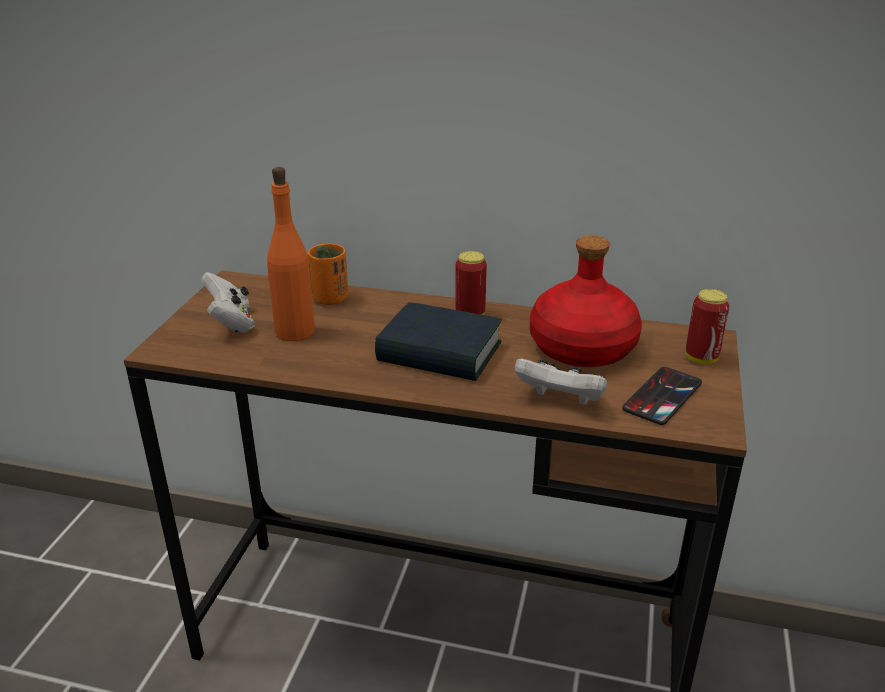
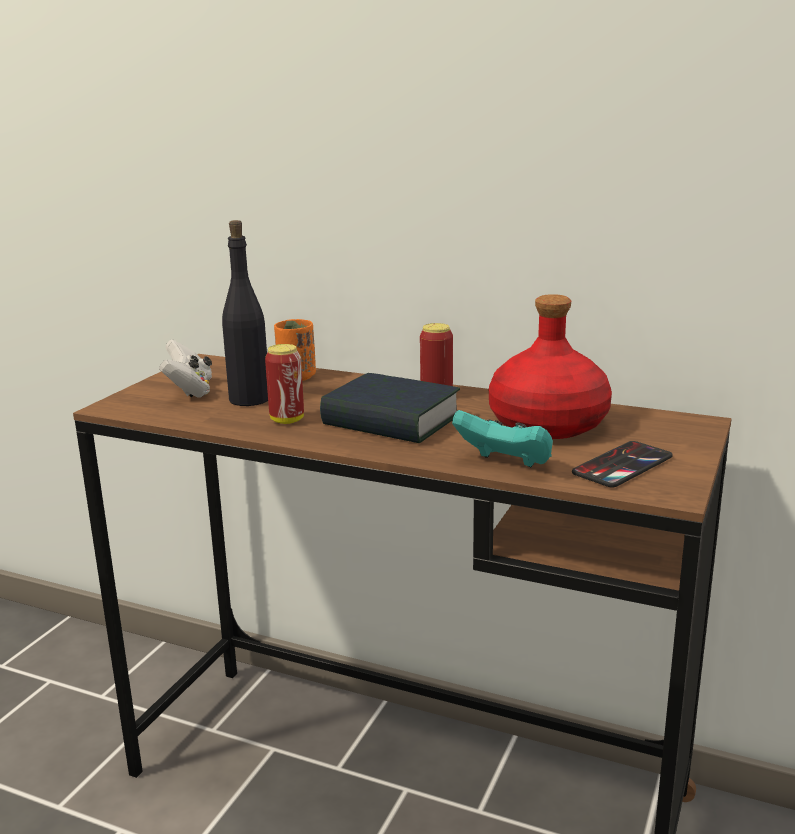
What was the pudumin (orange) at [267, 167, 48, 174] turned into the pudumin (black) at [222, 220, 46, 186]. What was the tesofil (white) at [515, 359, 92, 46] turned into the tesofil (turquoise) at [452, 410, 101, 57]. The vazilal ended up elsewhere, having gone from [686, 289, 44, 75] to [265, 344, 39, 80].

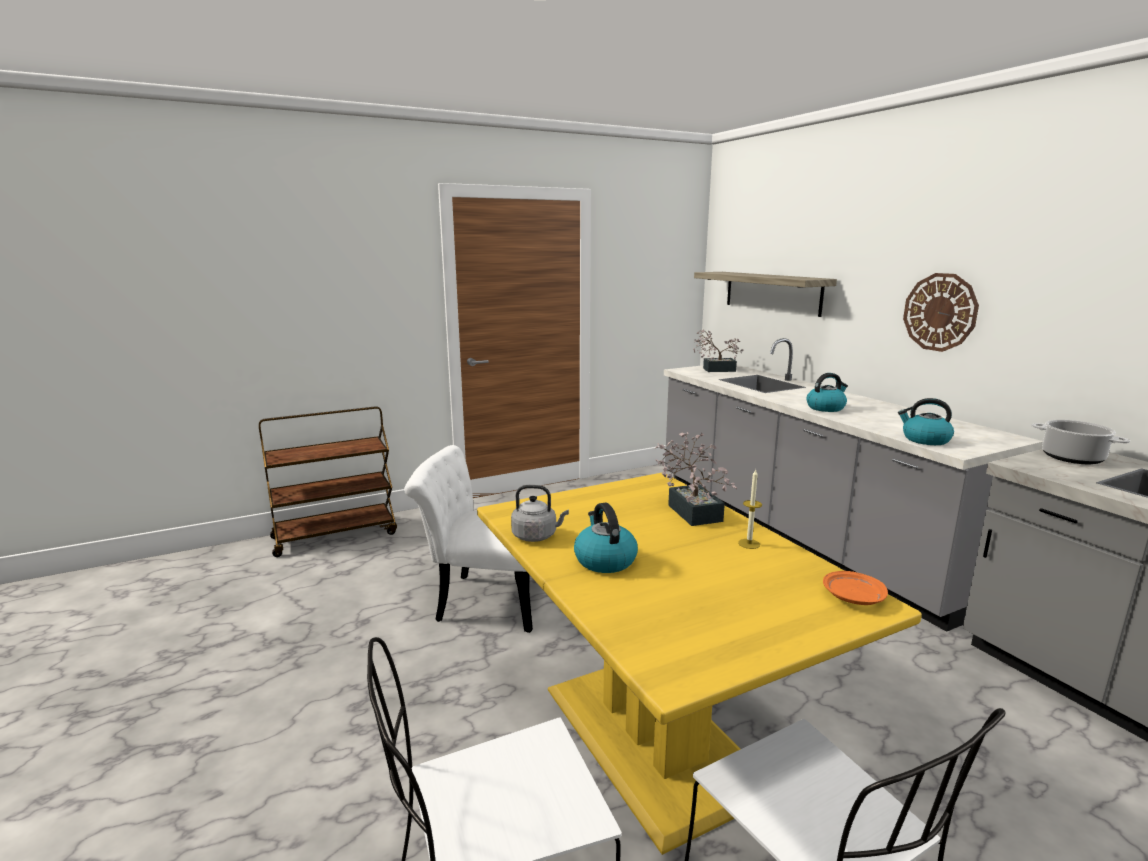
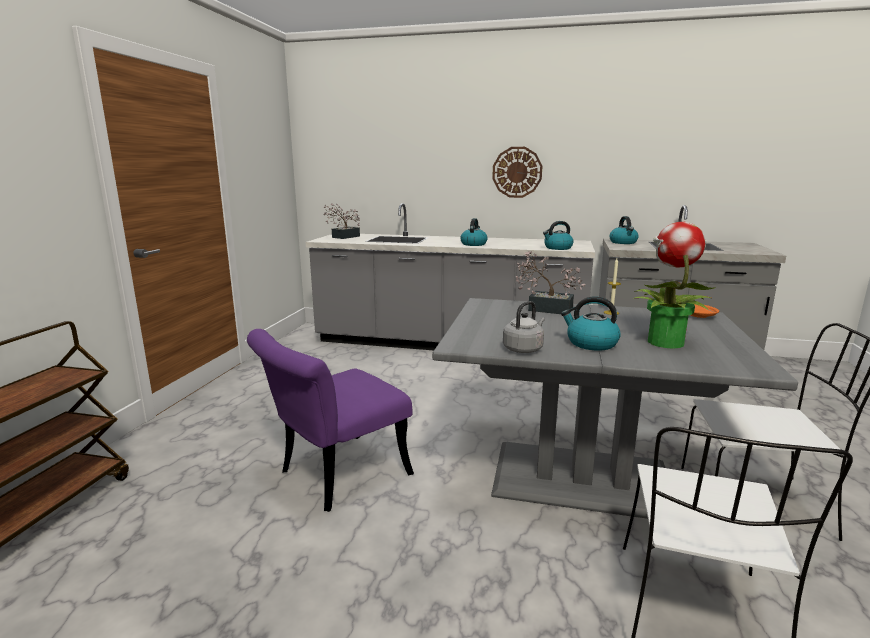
What was the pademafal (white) at [404, 445, 129, 188] turned into the pademafal (purple) at [247, 329, 167, 183]. What was the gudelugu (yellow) at [477, 473, 445, 382] turned into the gudelugu (grey) at [432, 298, 366, 221]. The second view lost the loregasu at [694, 272, 143, 45]. Where the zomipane stood at [1031, 420, 99, 44], the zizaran came to stand at [610, 216, 29, 28]. The second view gained the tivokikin at [634, 222, 82, 127].

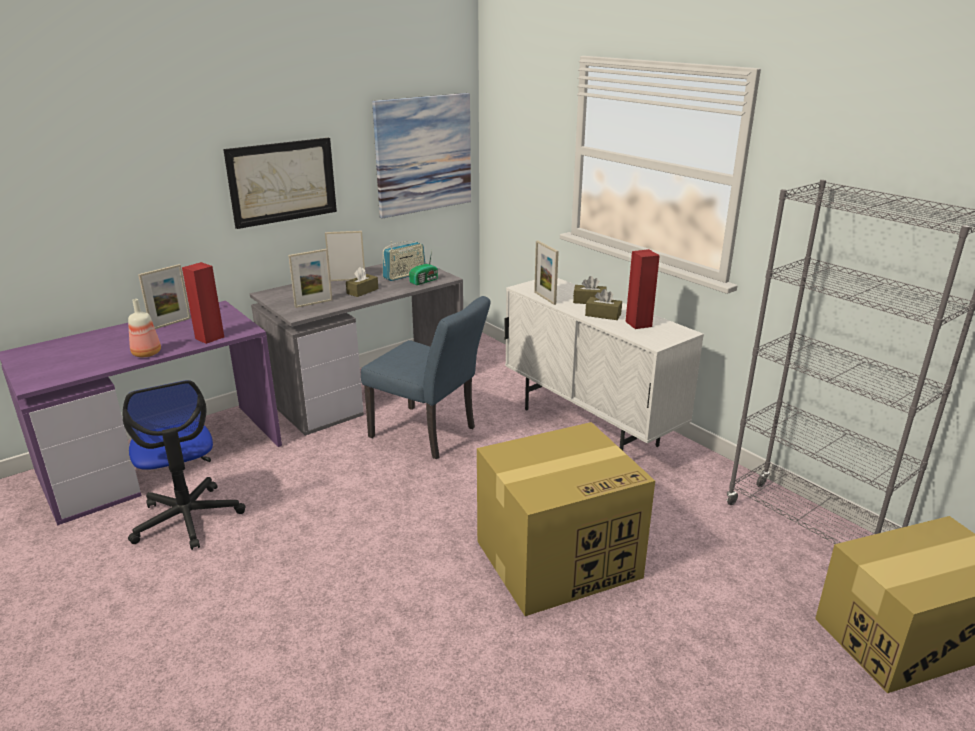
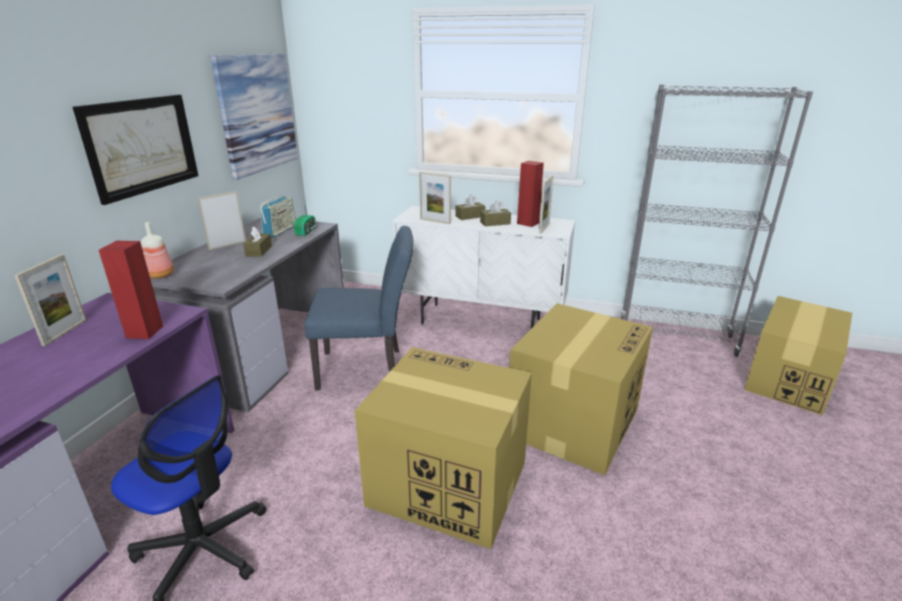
The pudumin ended up elsewhere, having gone from [128, 299, 33, 58] to [141, 222, 33, 57]. The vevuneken ended up elsewhere, having gone from [288, 249, 44, 59] to [539, 175, 15, 59]. The second view gained the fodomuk at [355, 347, 177, 202].

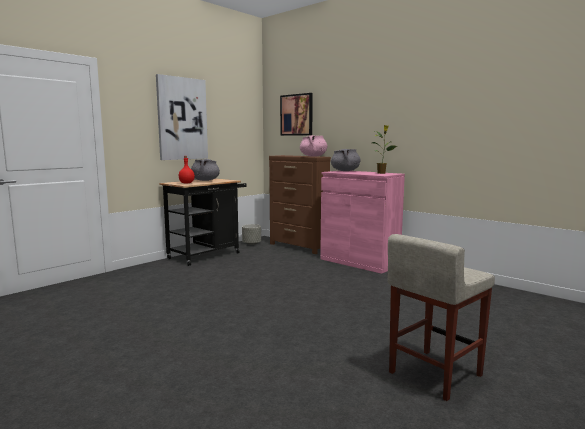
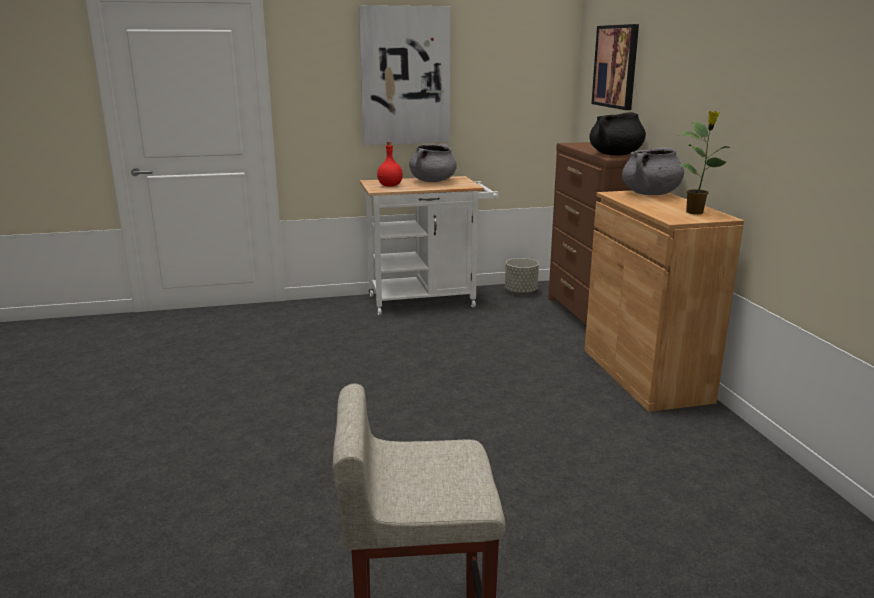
What was the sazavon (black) at [159, 178, 88, 88] turned into the sazavon (white) at [360, 176, 139, 139]. What was the zomipane (pink) at [300, 135, 27, 22] turned into the zomipane (black) at [589, 112, 57, 43]. What was the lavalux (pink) at [320, 171, 85, 103] turned into the lavalux (brown) at [584, 190, 160, 222].

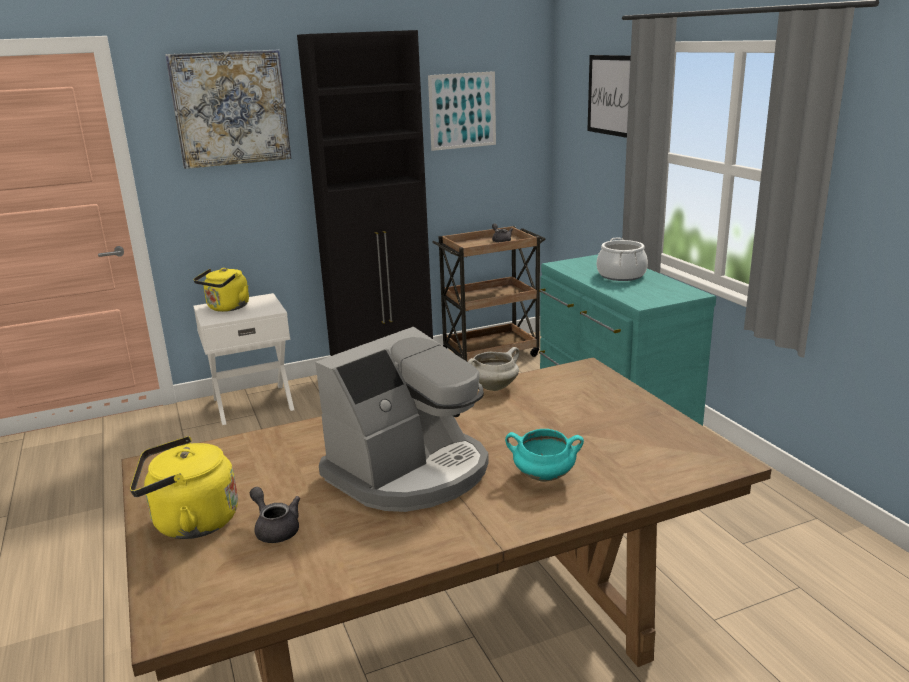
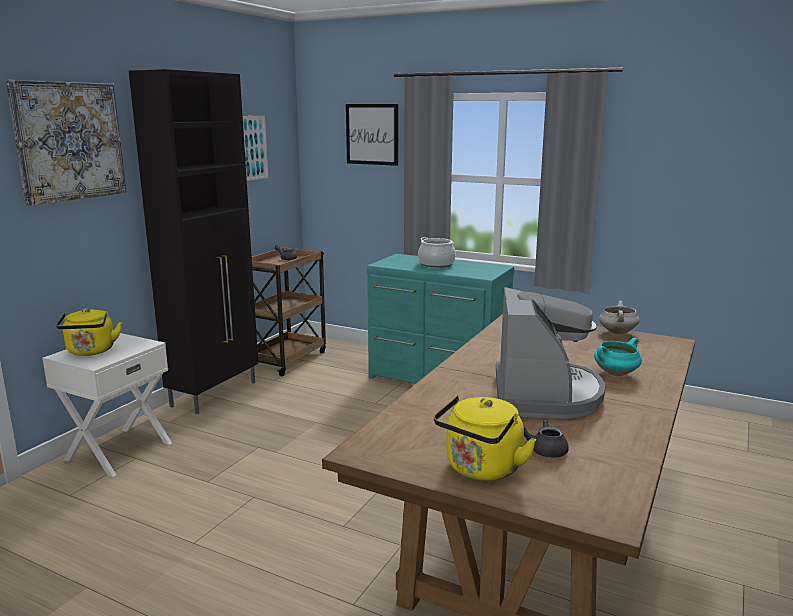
The zomipane (white) ended up elsewhere, having gone from [468, 347, 51, 44] to [599, 301, 41, 33].

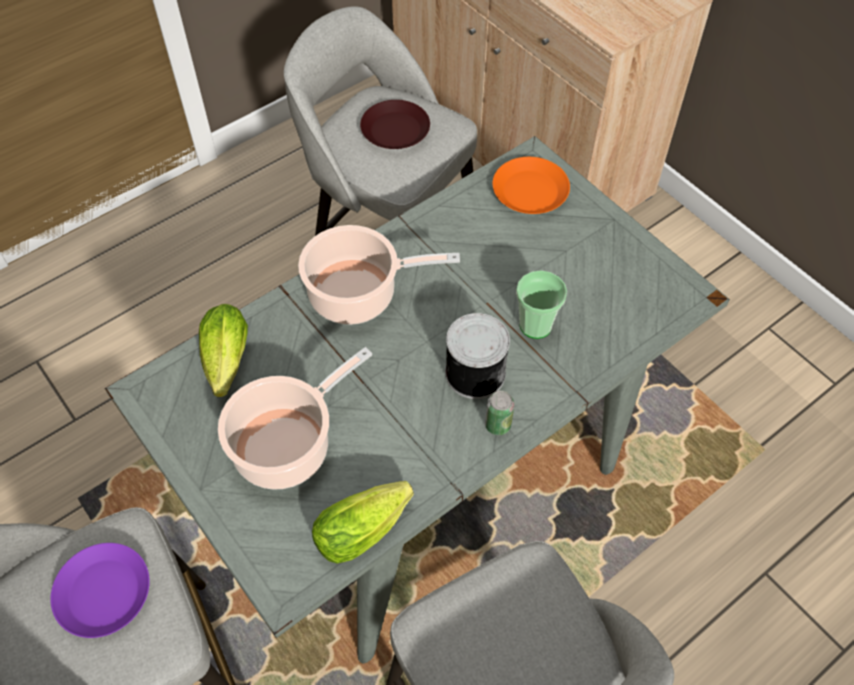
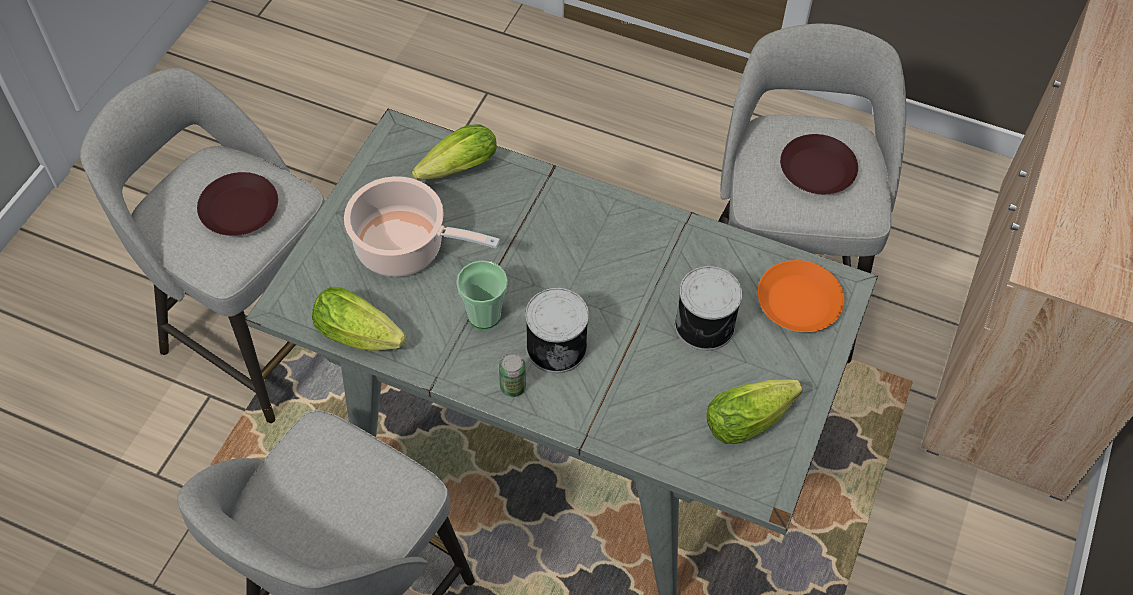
What was the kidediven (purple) at [50, 543, 100, 95] turned into the kidediven (brown) at [197, 172, 81, 64]. The second view lost the zomipane at [298, 225, 162, 100]. The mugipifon ended up elsewhere, having gone from [516, 270, 51, 69] to [456, 261, 52, 68]. The second view gained the vazilal at [675, 266, 67, 85]. The second view gained the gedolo at [706, 379, 96, 65].

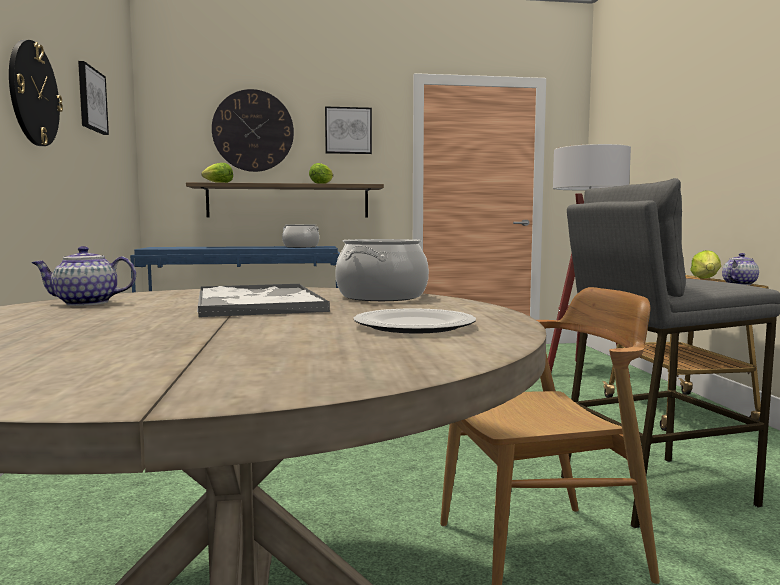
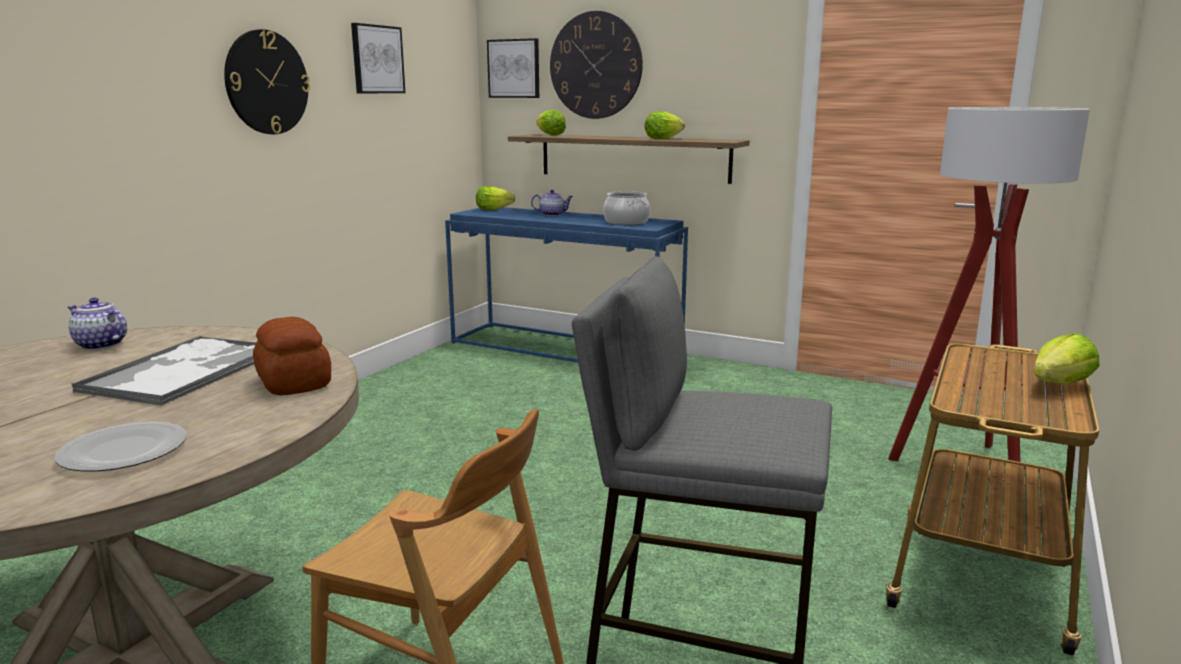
The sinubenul ended up elsewhere, having gone from [325, 106, 47, 48] to [487, 38, 52, 60]. Where the zomipane stood at [335, 239, 94, 62], the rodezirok came to stand at [253, 317, 78, 78]. The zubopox ended up elsewhere, having gone from [722, 253, 37, 32] to [531, 190, 42, 26]. The second view gained the gedolo at [476, 186, 39, 24].

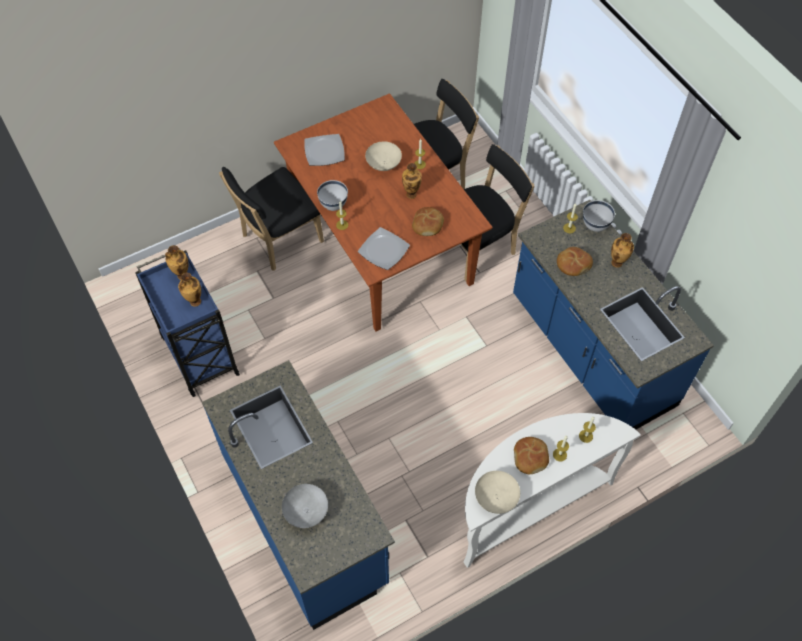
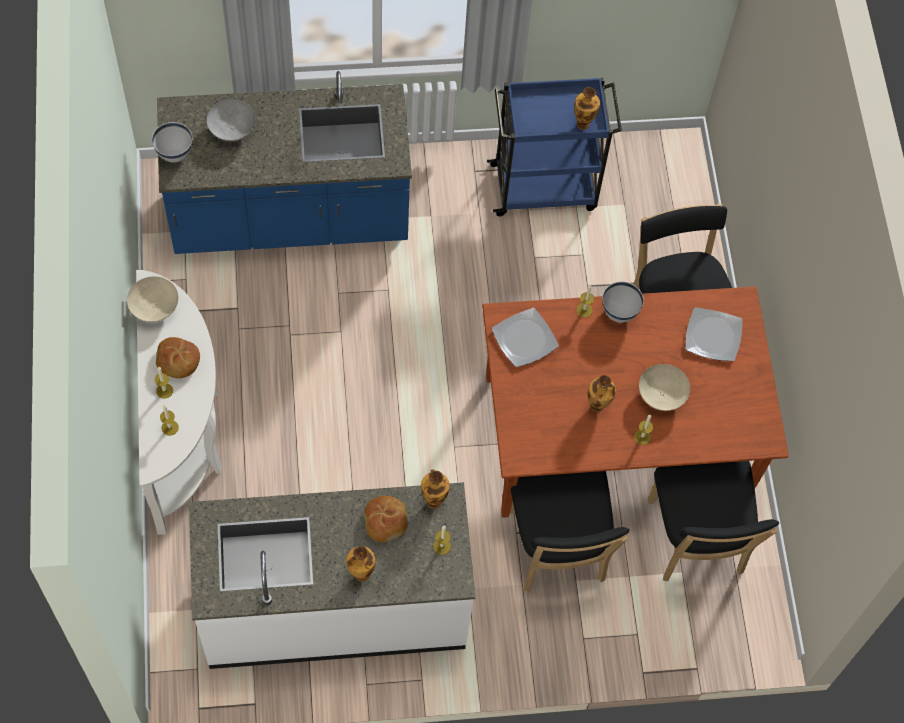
The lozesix ended up elsewhere, having gone from [178, 273, 23, 34] to [421, 469, 29, 40]. The second view lost the rodezirok at [412, 207, 32, 29]. What was the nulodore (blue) at [513, 200, 201, 230] turned into the nulodore (white) at [189, 482, 287, 187]. The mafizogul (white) ended up elsewhere, having gone from [583, 200, 32, 32] to [152, 122, 40, 41].

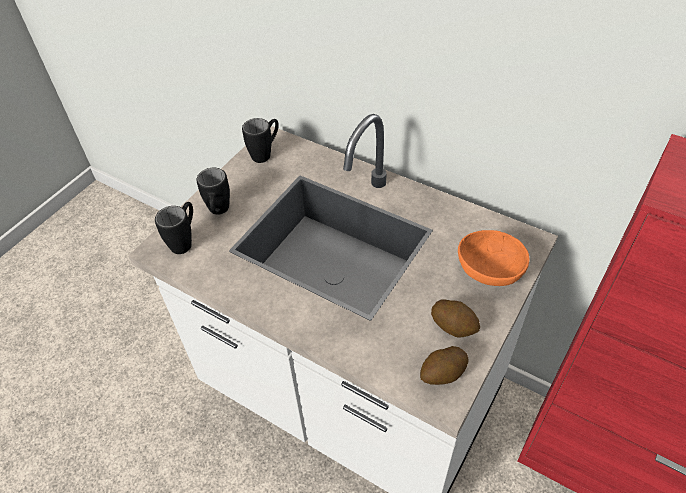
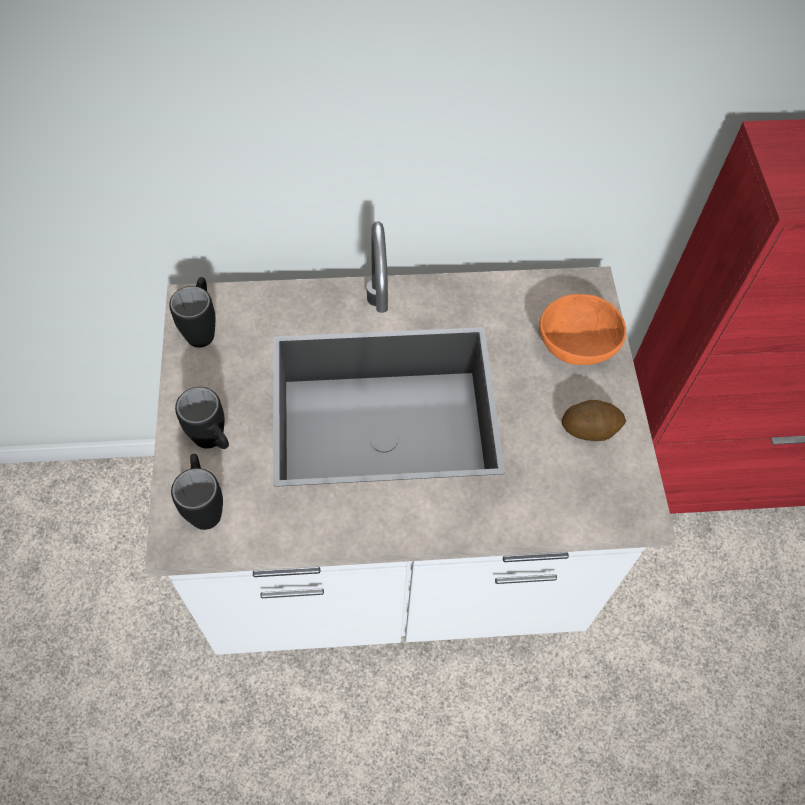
The second view lost the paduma at [420, 346, 49, 39].

